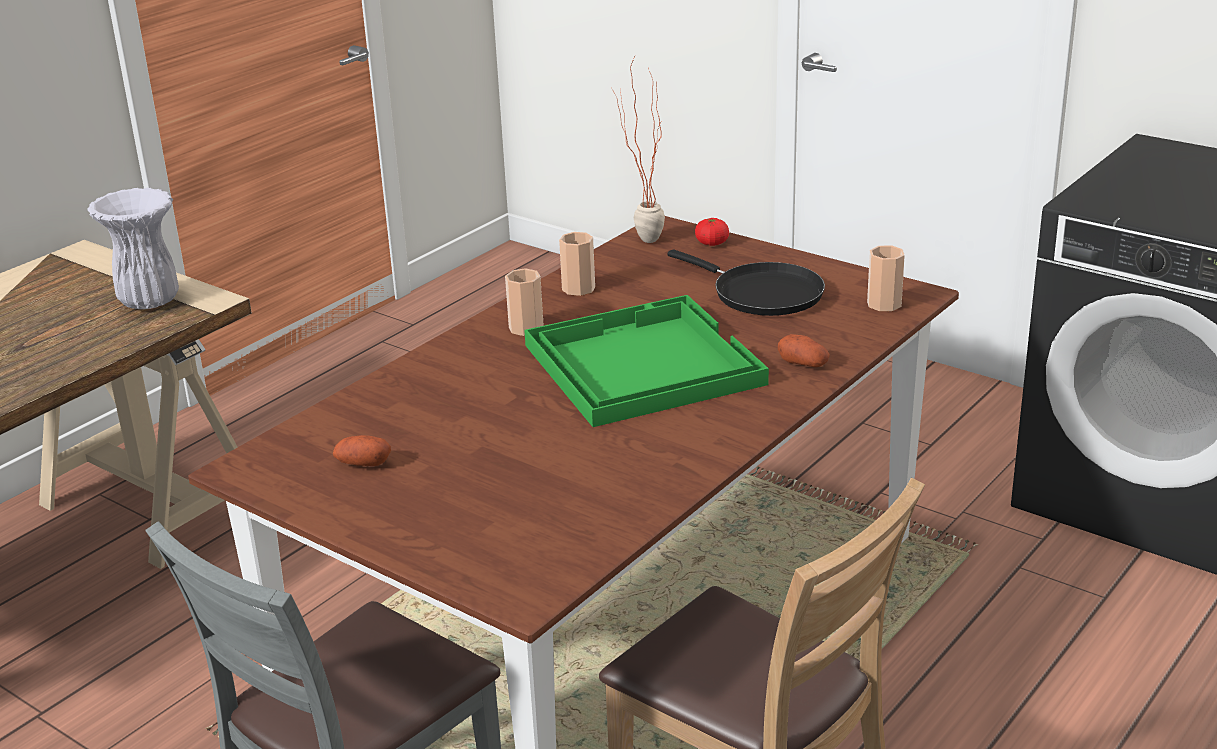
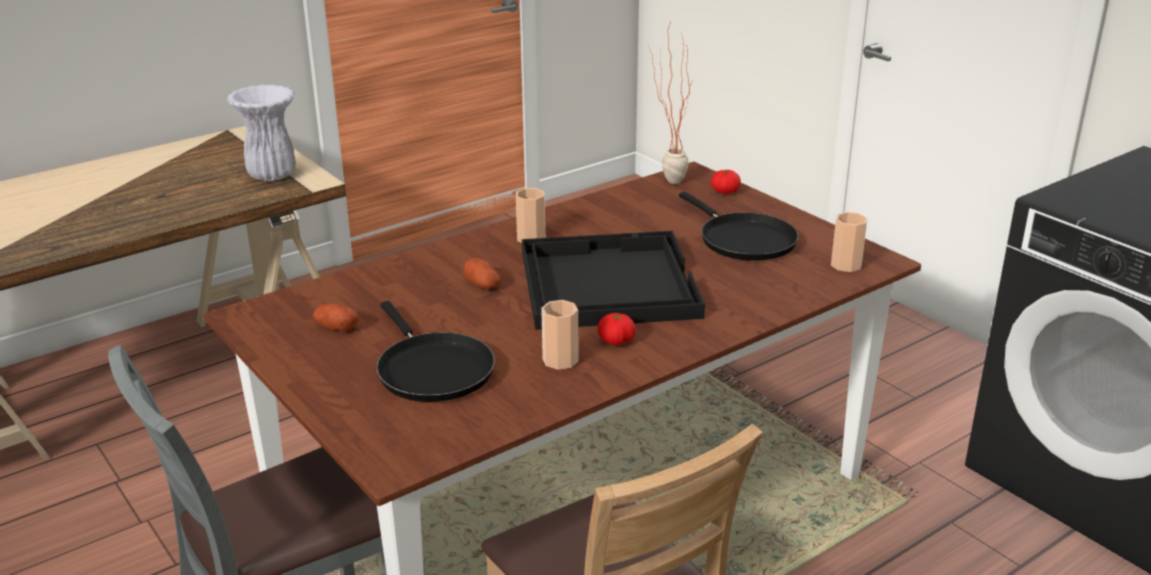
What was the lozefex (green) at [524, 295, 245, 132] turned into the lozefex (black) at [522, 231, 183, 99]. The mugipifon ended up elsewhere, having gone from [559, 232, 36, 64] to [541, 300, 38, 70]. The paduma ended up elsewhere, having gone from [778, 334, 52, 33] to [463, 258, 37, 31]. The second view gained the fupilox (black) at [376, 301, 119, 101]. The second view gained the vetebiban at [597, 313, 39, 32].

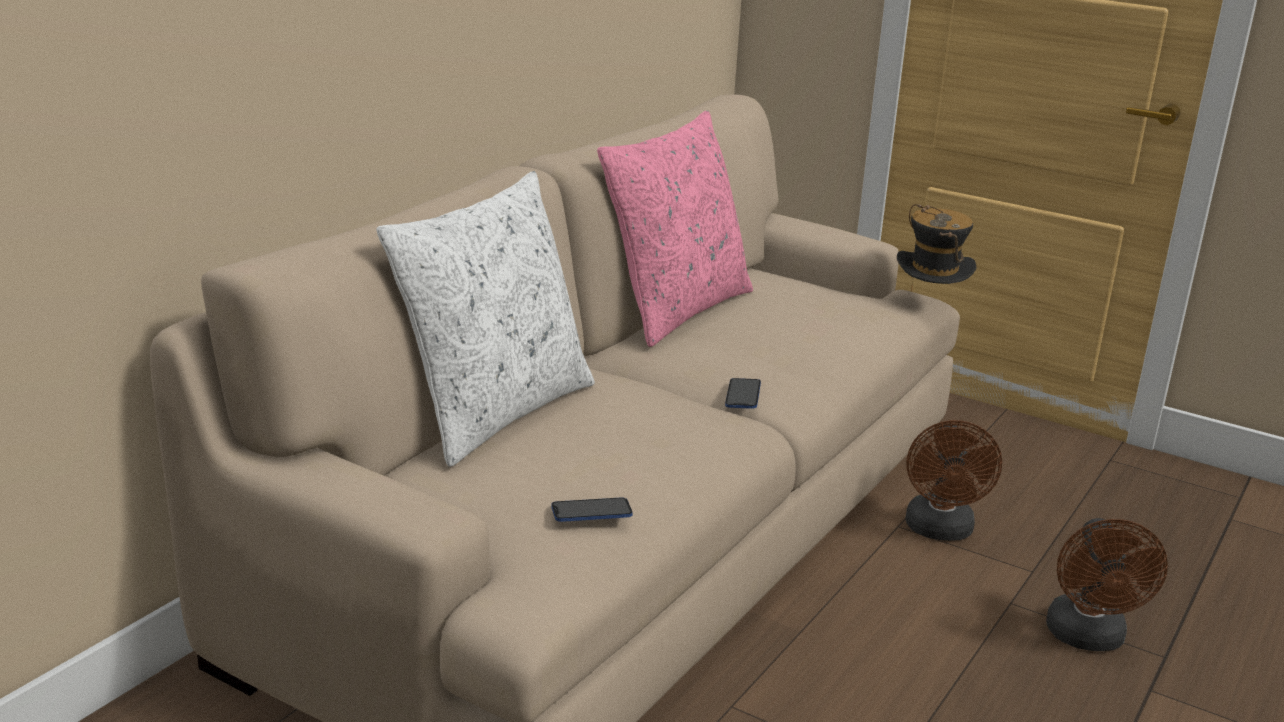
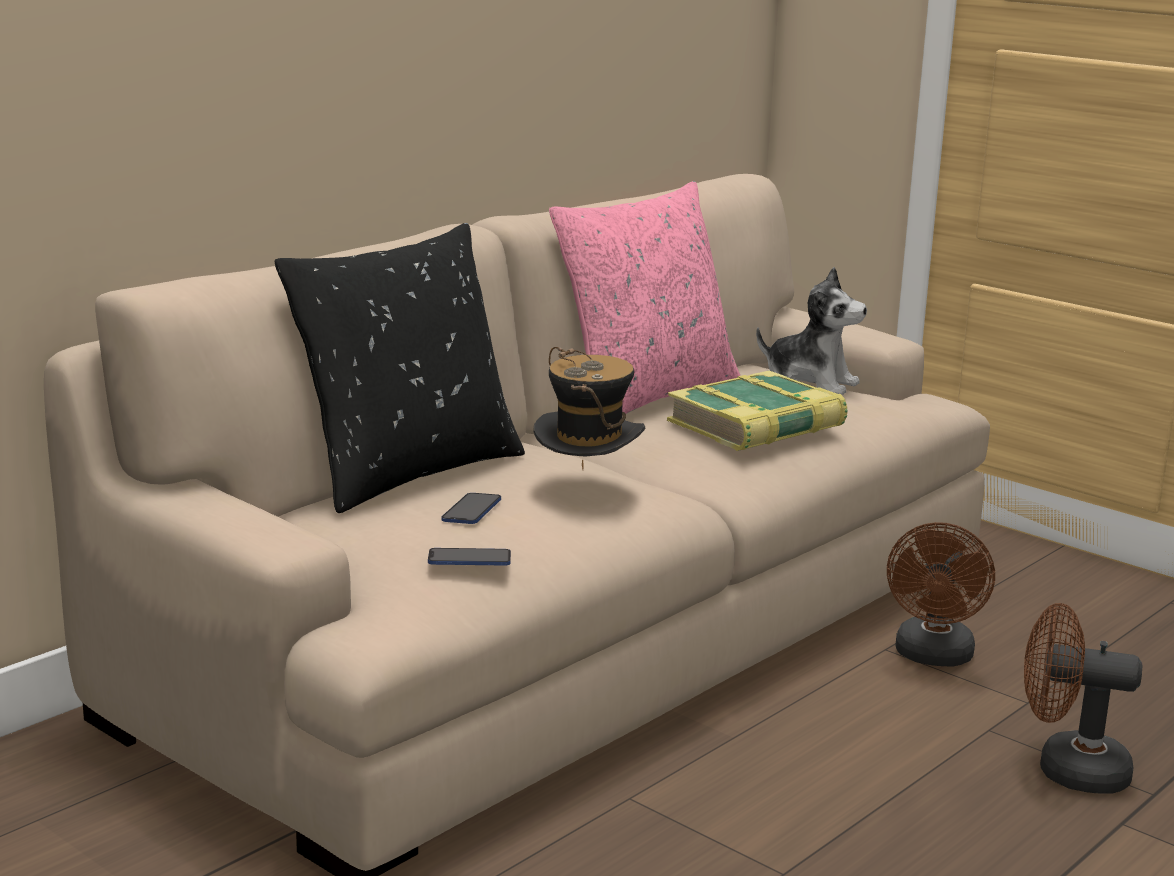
What was the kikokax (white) at [376, 171, 219, 296] turned into the kikokax (black) at [275, 223, 250, 290]. The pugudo ended up elsewhere, having gone from [725, 378, 36, 31] to [441, 493, 60, 31]. The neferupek ended up elsewhere, having gone from [897, 204, 79, 88] to [533, 347, 112, 122]. The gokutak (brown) at [1046, 518, 122, 133] ended up facing another way, 90 degrees clockwise from before. The second view gained the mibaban at [667, 371, 181, 80]. The second view gained the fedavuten at [756, 267, 111, 128].

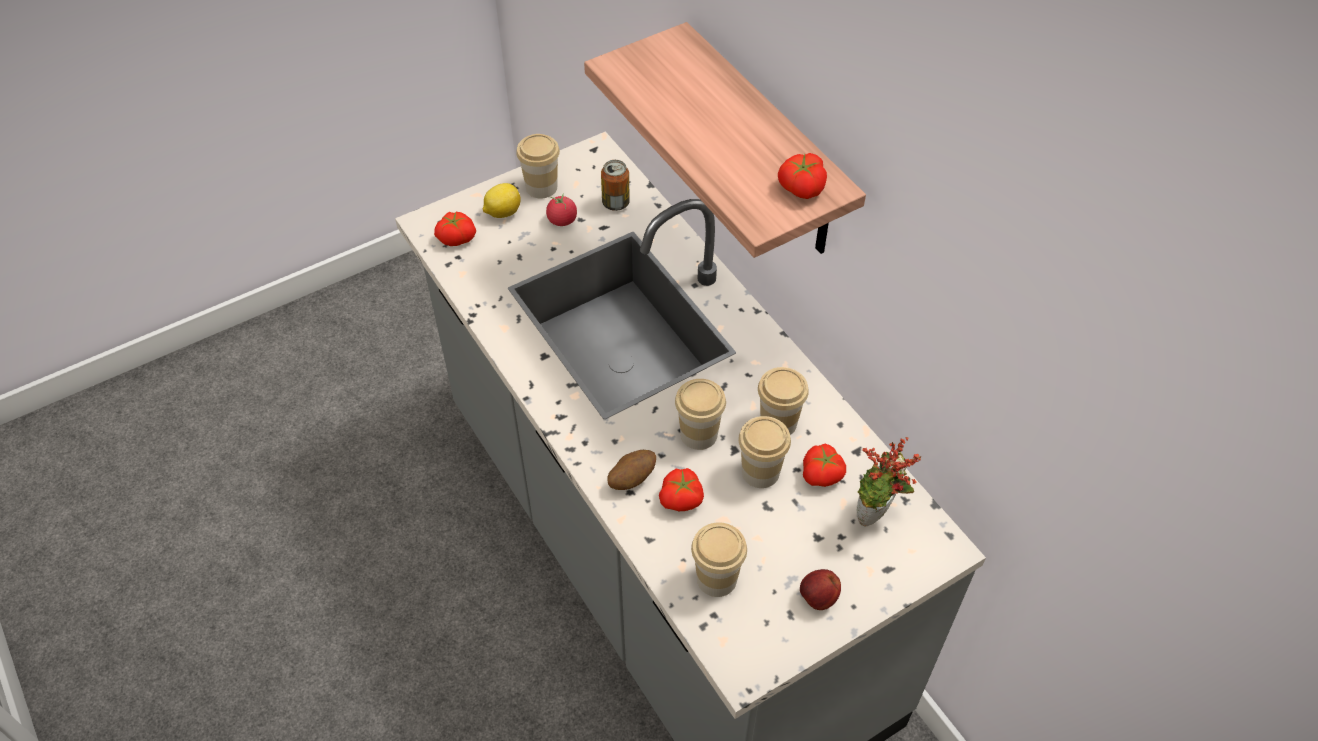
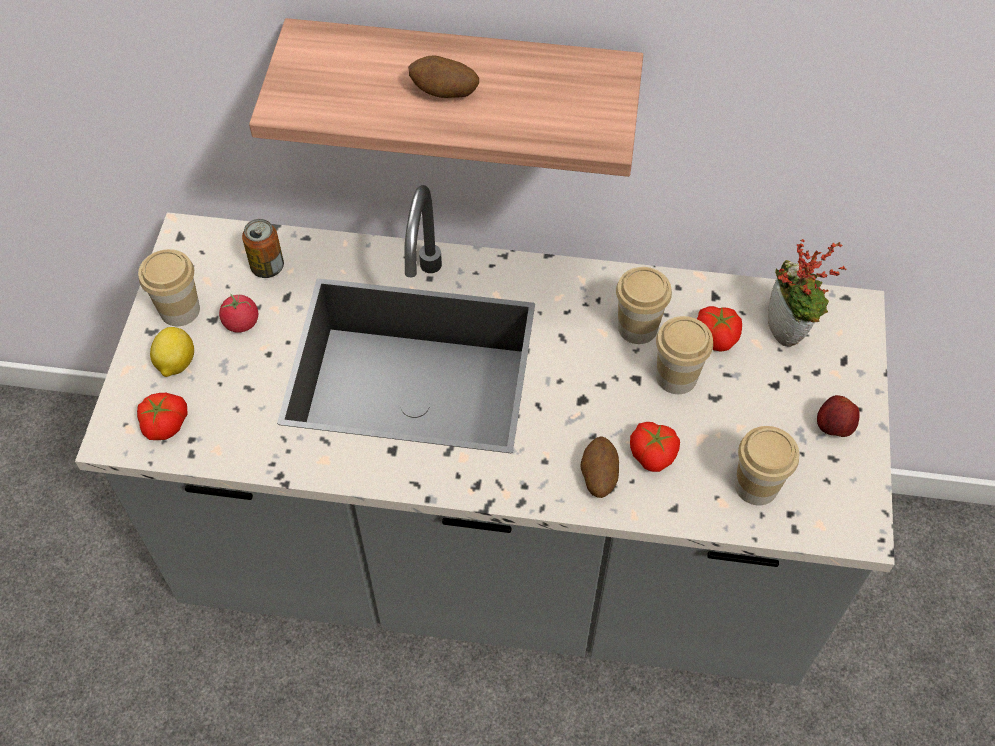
The second view lost the mugipifon at [675, 379, 51, 71]. The second view lost the vetebiban at [778, 153, 49, 46]. The second view gained the paduma at [408, 55, 71, 43].

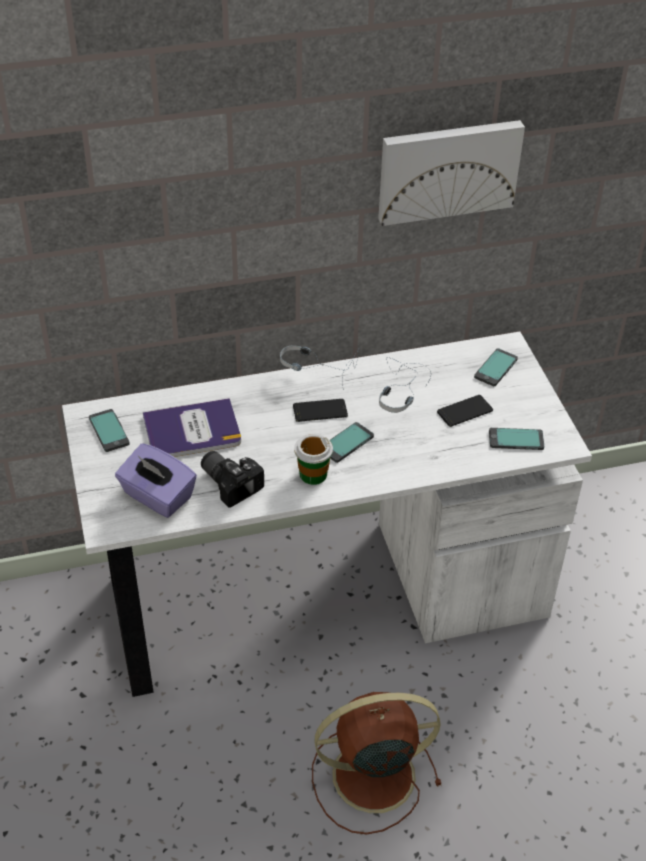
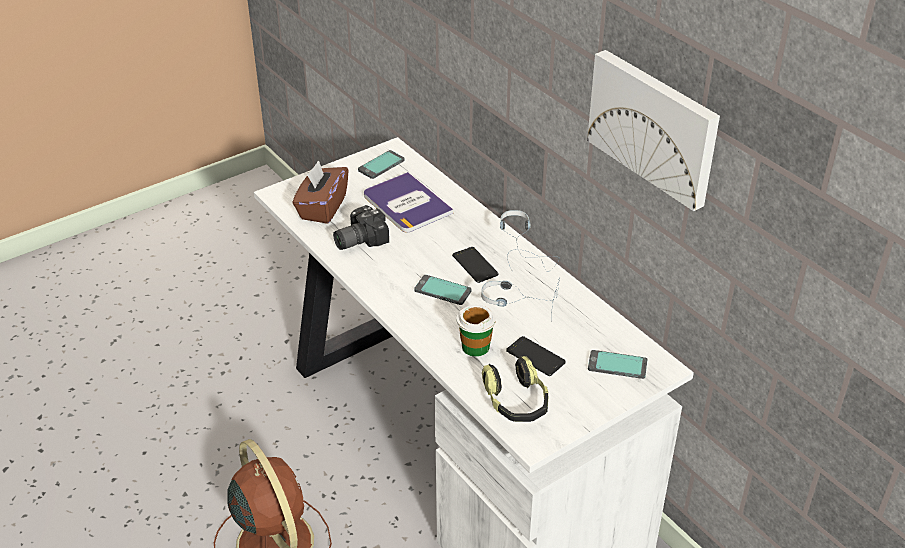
What was the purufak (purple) at [115, 444, 82, 74] turned into the purufak (brown) at [293, 160, 56, 64]. The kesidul at [201, 451, 63, 57] ended up facing another way, 150 degrees counterclockwise from before. The mugipifon ended up elsewhere, having gone from [294, 434, 39, 51] to [457, 305, 39, 52]. Where the pugudo stood at [489, 428, 55, 22], the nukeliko came to stand at [482, 356, 67, 66].

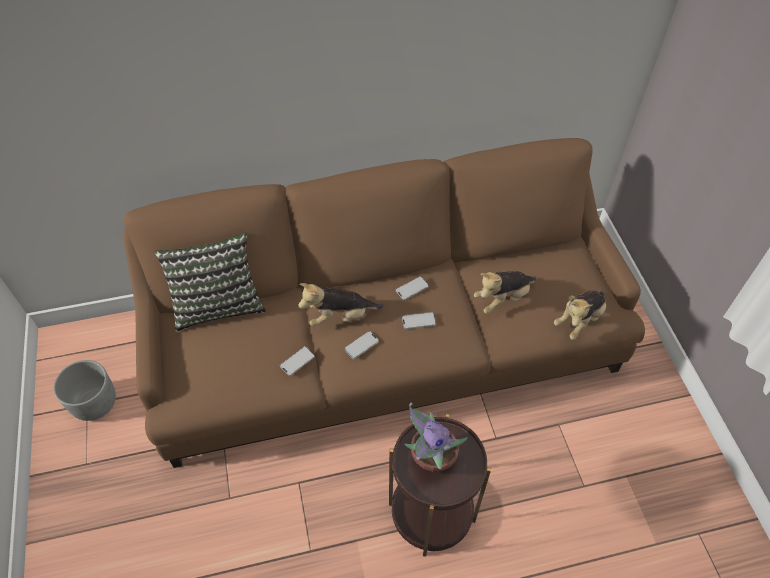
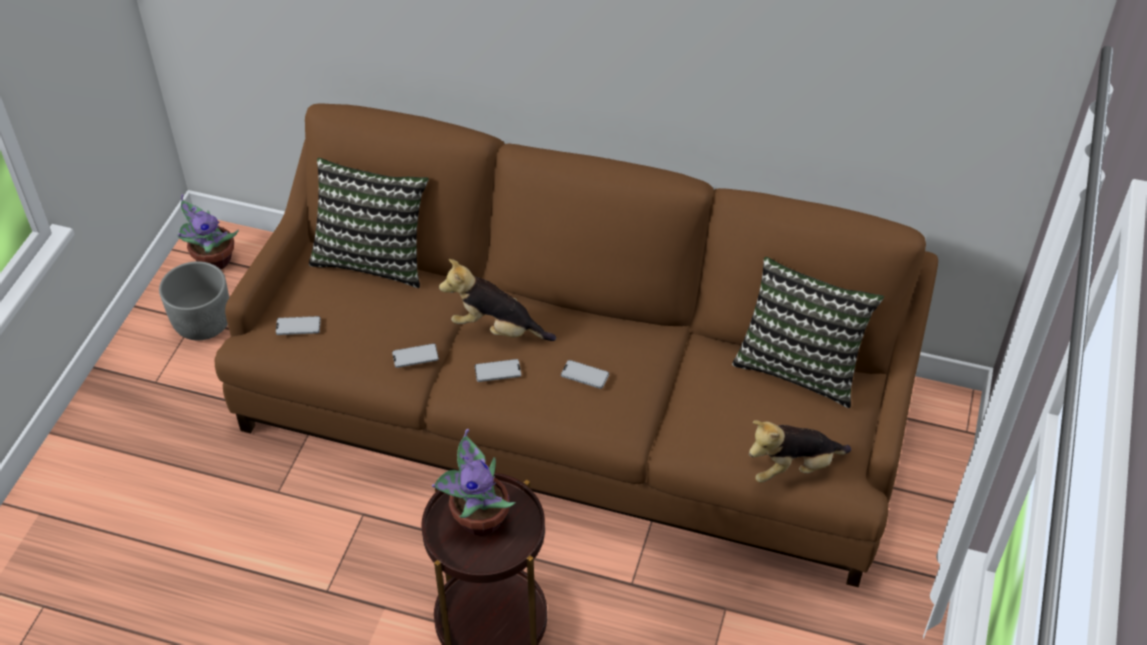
The pugudo ended up elsewhere, having gone from [396, 276, 33, 24] to [276, 316, 45, 19]. The second view lost the fedavuten at [474, 271, 62, 43]. The second view gained the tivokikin at [177, 194, 62, 75]. The second view gained the kikokax at [732, 257, 152, 151].

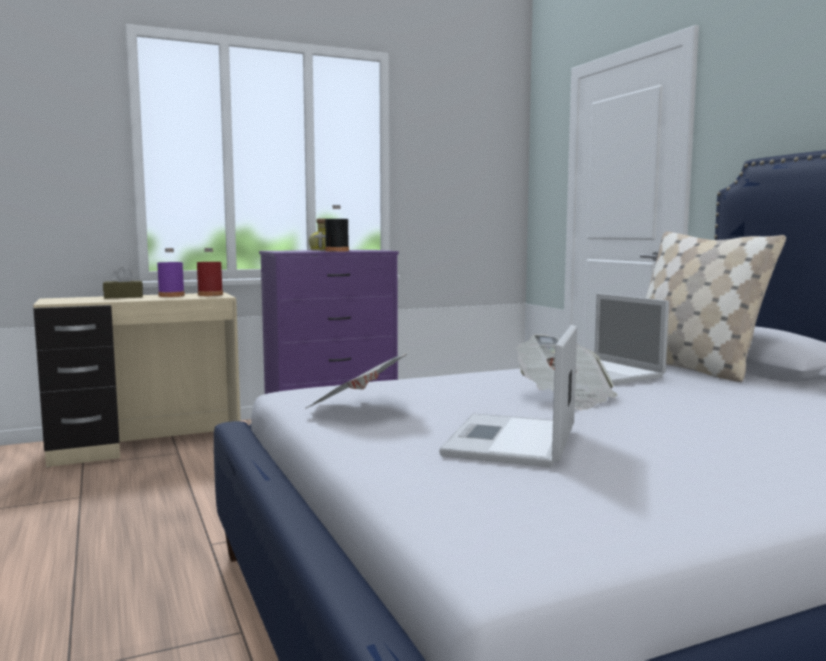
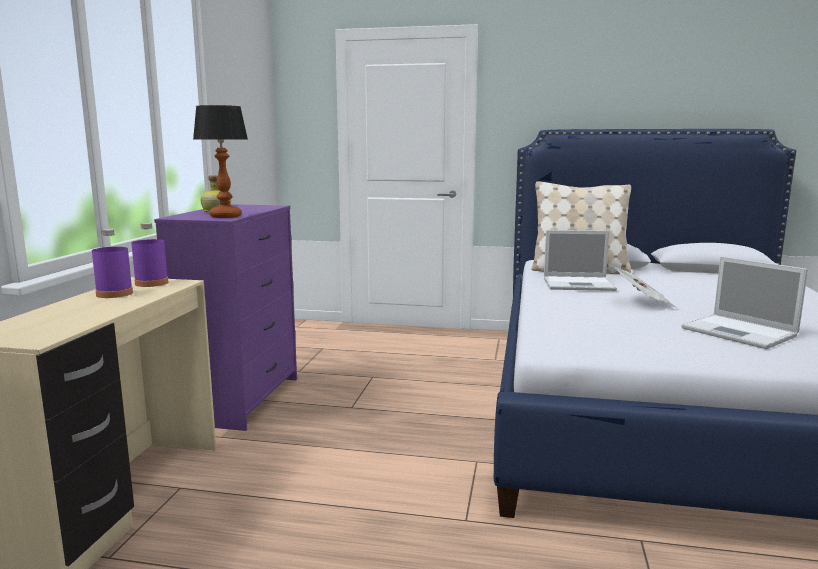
The second view lost the purufak (brown) at [103, 267, 40, 32]. What was the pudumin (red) at [197, 248, 26, 48] turned into the pudumin (purple) at [131, 223, 38, 64]. The second view lost the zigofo at [305, 351, 104, 58]. The second view lost the pudumin (black) at [325, 205, 24, 47]. The second view gained the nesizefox at [193, 105, 55, 113].

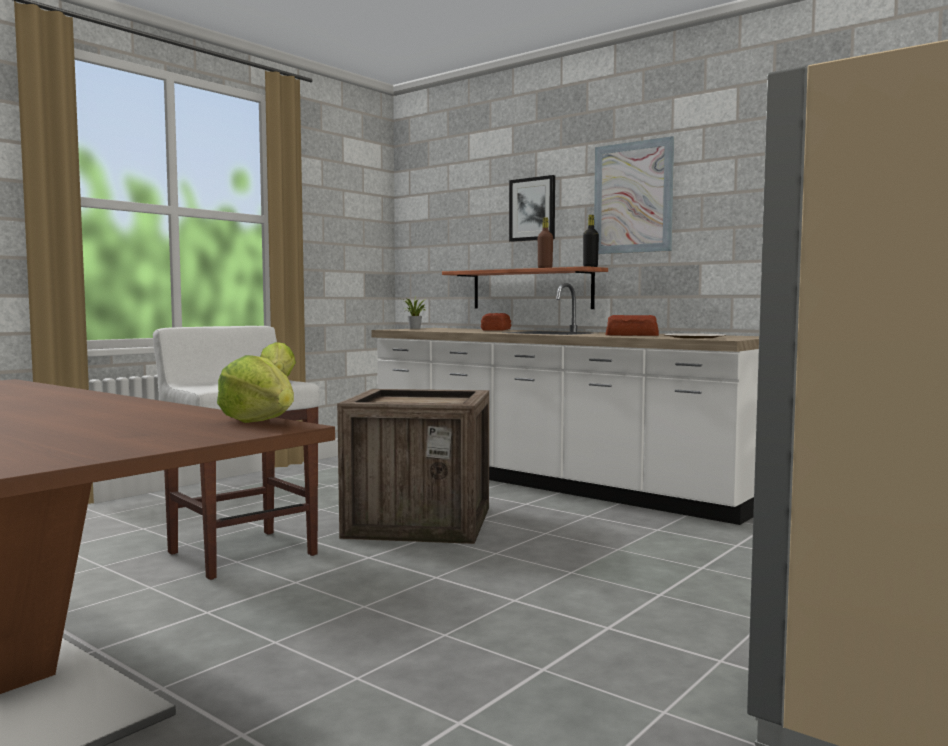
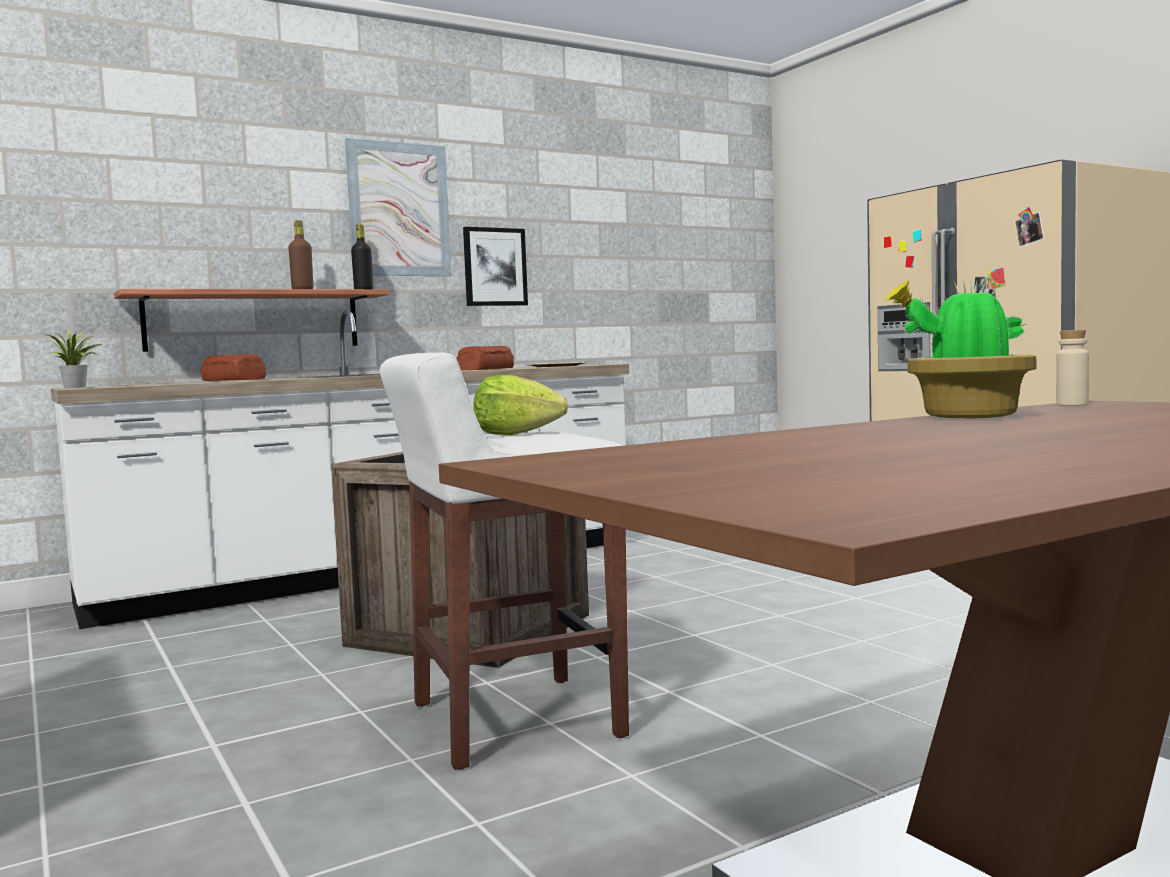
Where the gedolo stood at [217, 355, 77, 68], the pudumin (beige) came to stand at [1056, 330, 33, 75]. The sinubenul ended up elsewhere, having gone from [509, 175, 46, 67] to [463, 227, 65, 79]. The second view gained the tivokikin at [884, 280, 153, 138].

